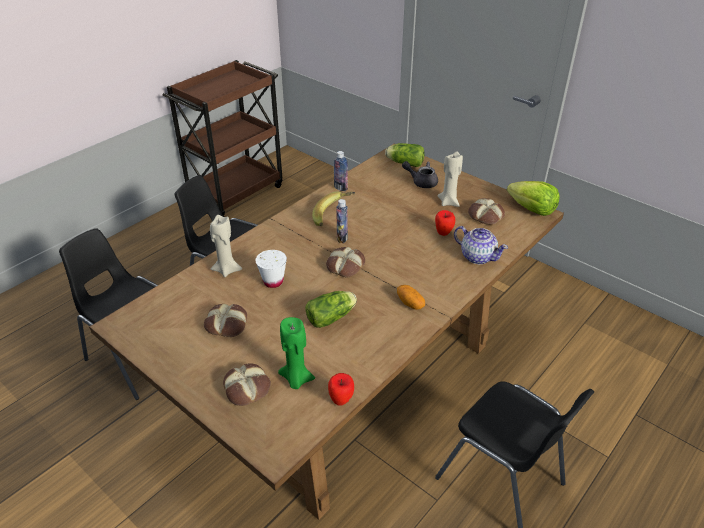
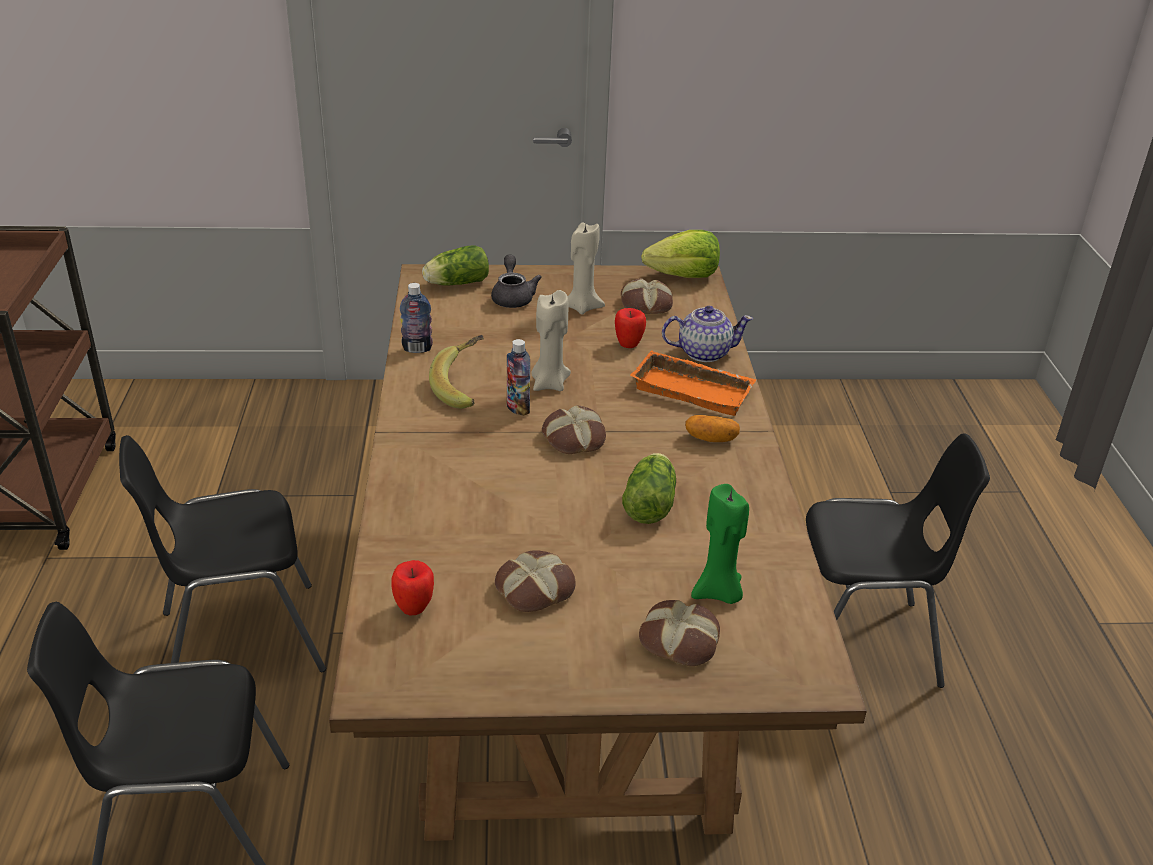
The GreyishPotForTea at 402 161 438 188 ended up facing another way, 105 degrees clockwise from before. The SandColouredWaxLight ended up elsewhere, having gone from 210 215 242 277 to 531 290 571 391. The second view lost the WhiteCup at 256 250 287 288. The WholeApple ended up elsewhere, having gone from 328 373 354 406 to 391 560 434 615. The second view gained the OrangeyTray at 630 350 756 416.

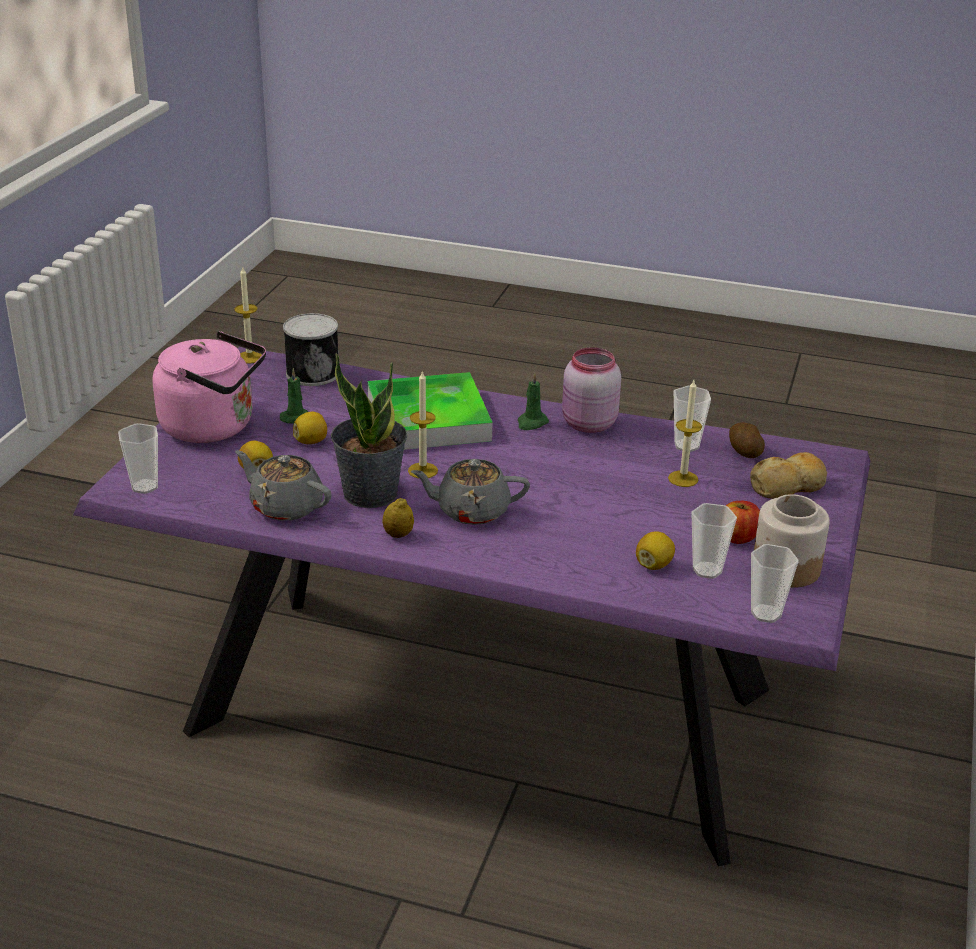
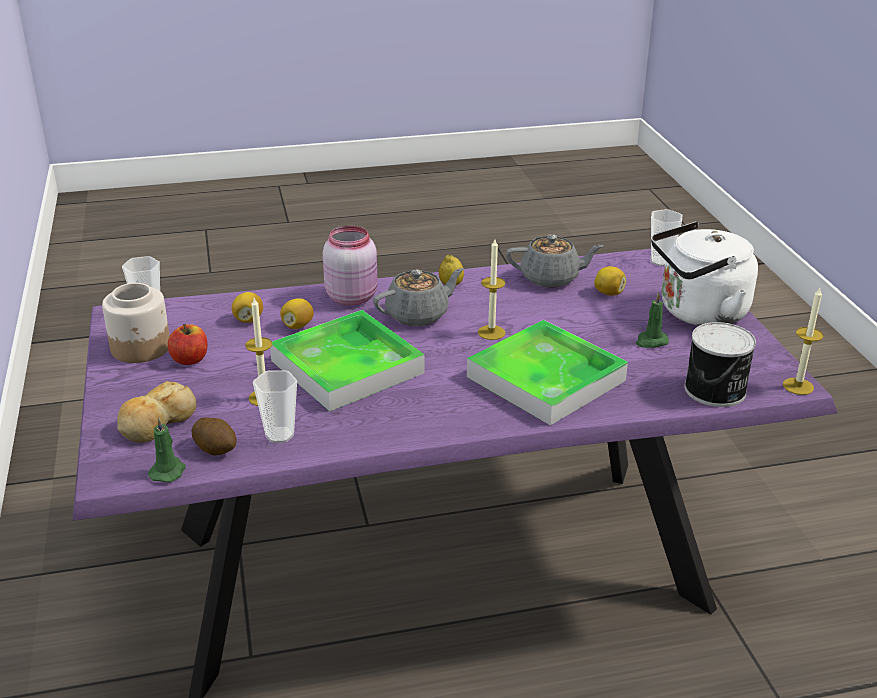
What was the PinkColouredTeaKettle at 153 331 266 443 turned into the WhiteTeaKettle at 651 222 758 326. The PinkColouredJar ended up elsewhere, having gone from 562 347 621 433 to 323 226 378 305. The second view lost the Houseplant at 331 353 407 508. The GreenColouredWaxLight ended up elsewhere, having gone from 518 373 549 430 to 148 417 186 483. The WholeLemon ended up elsewhere, having gone from 293 412 327 444 to 280 298 314 329. The second view lost the Cup at 692 503 737 579. The second view gained the Tray at 270 310 425 411.

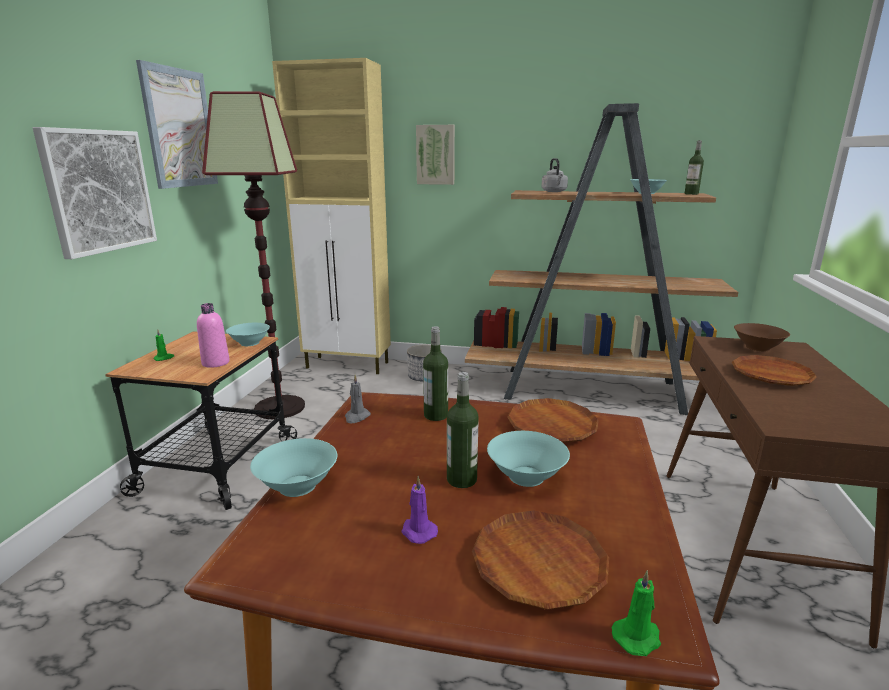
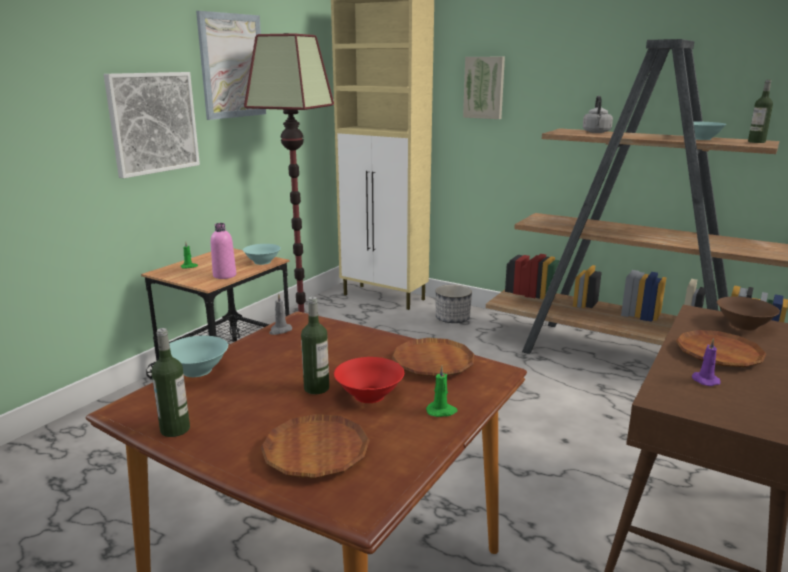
The Bottle ended up elsewhere, having gone from 423 326 448 421 to 152 328 190 437. What was the TurquoiseColouredServingBowl at 487 431 570 487 turned into the RedServingBowl at 334 357 404 403. The PurplishWaxLight ended up elsewhere, having gone from 401 476 438 544 to 692 338 721 386. The GreenColouredWaxLight ended up elsewhere, having gone from 612 570 661 656 to 426 366 457 417.

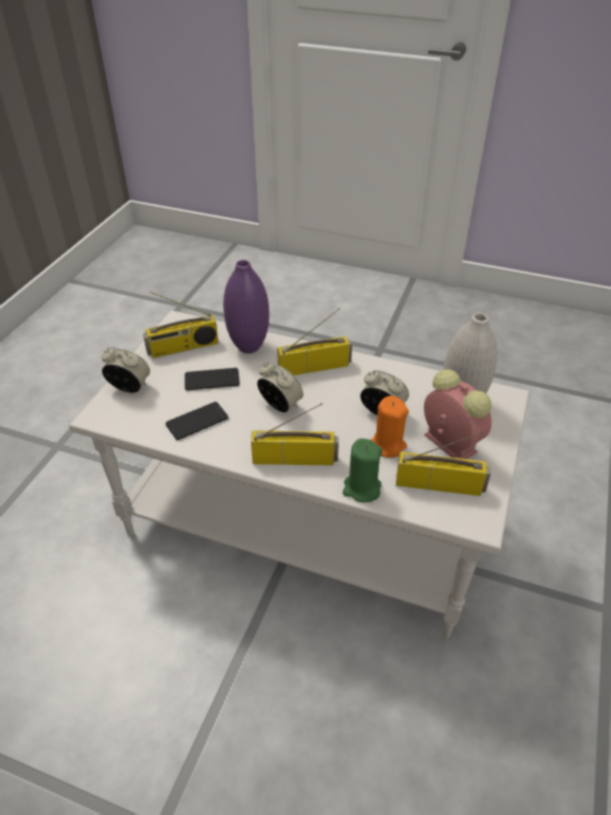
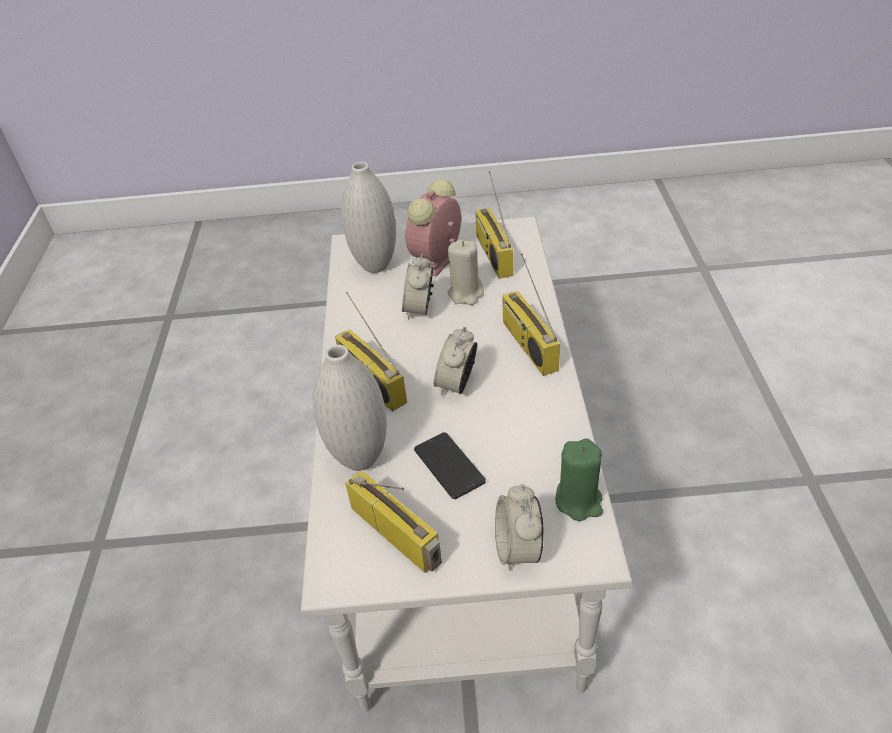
What was the PurplishVase at 223 260 269 354 turned into the WhiteVase at 313 345 387 471. What was the OrangeyWaxLight at 371 396 409 458 turned into the SandColouredWaxLight at 448 240 484 305. The second view lost the Telephone at 165 402 229 440. The GreenColouredWaxLight ended up elsewhere, having gone from 343 438 382 502 to 555 439 603 521.

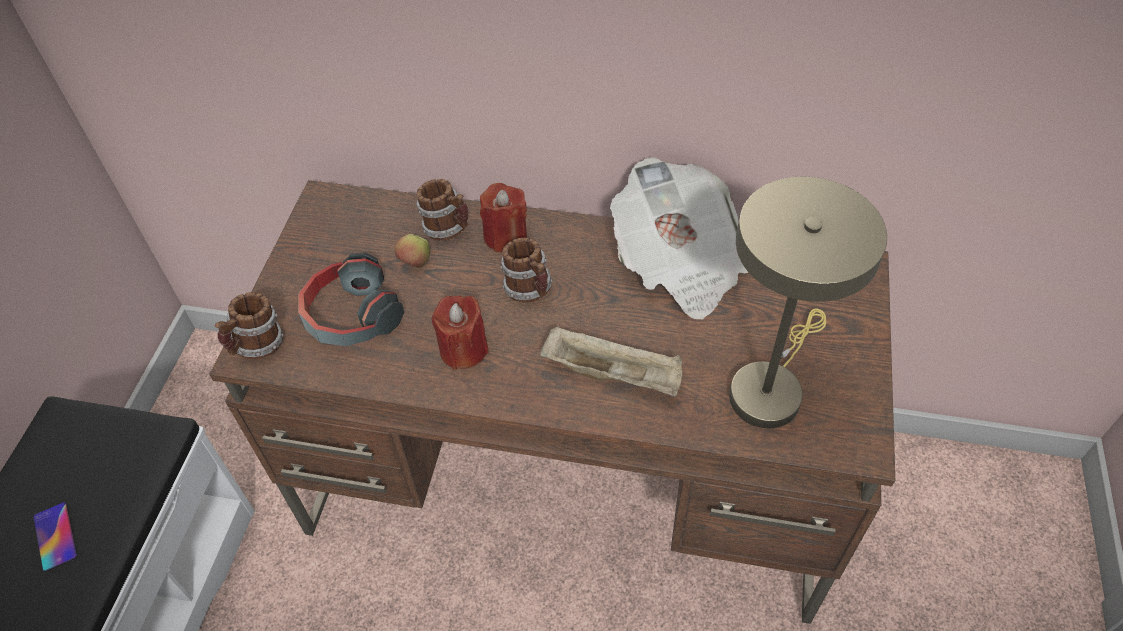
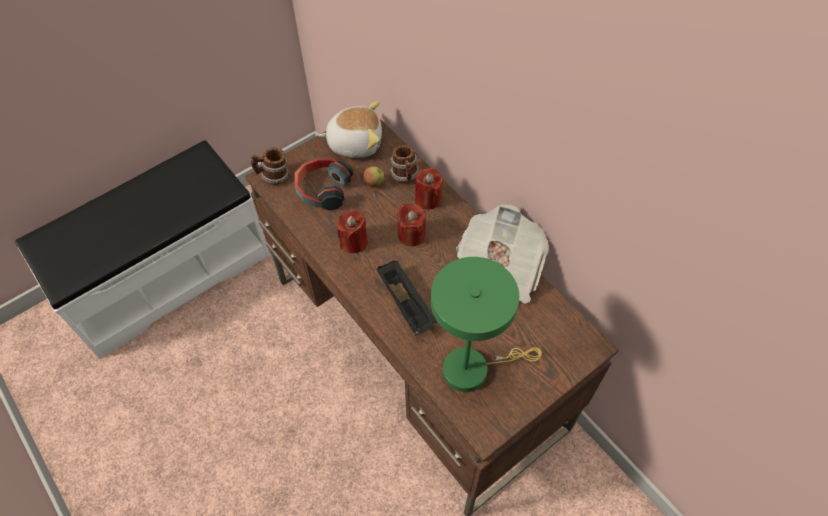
What was the SandColouredTableLamp at 729 177 887 428 turned into the GreenColouredTableLamp at 431 257 542 392. Where the TeaMug stood at 500 238 553 303, the RedWaxLight came to stand at 397 204 426 246. What was the SandColouredTray at 540 326 682 397 turned into the BlackColouredTray at 377 261 437 336. The second view lost the Telephone at 33 502 78 572. The second view gained the PlushToy at 318 101 382 158.

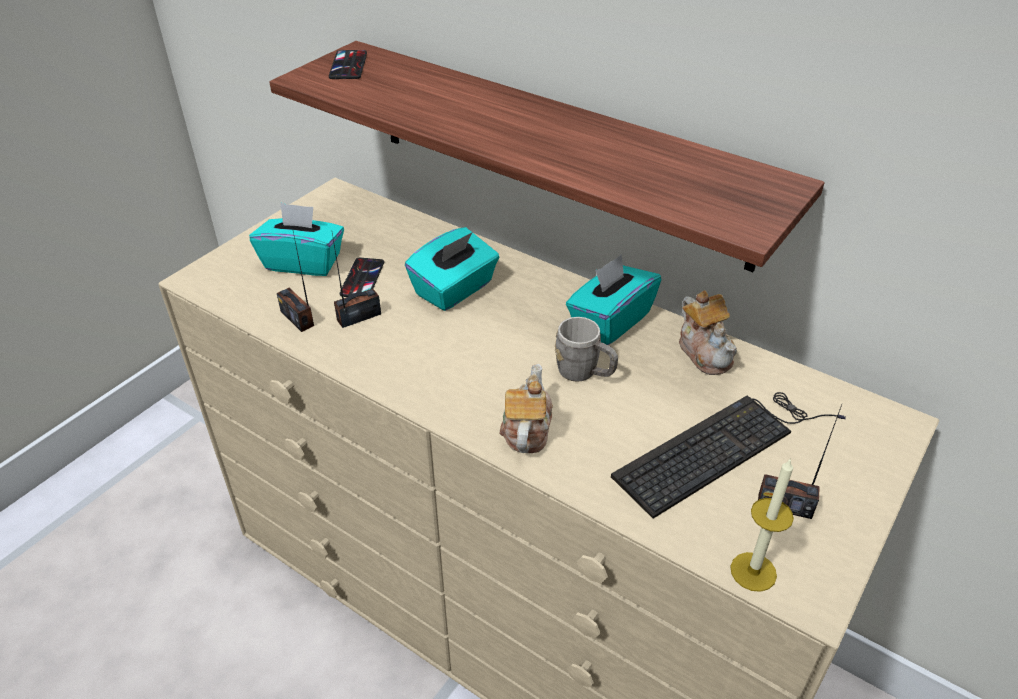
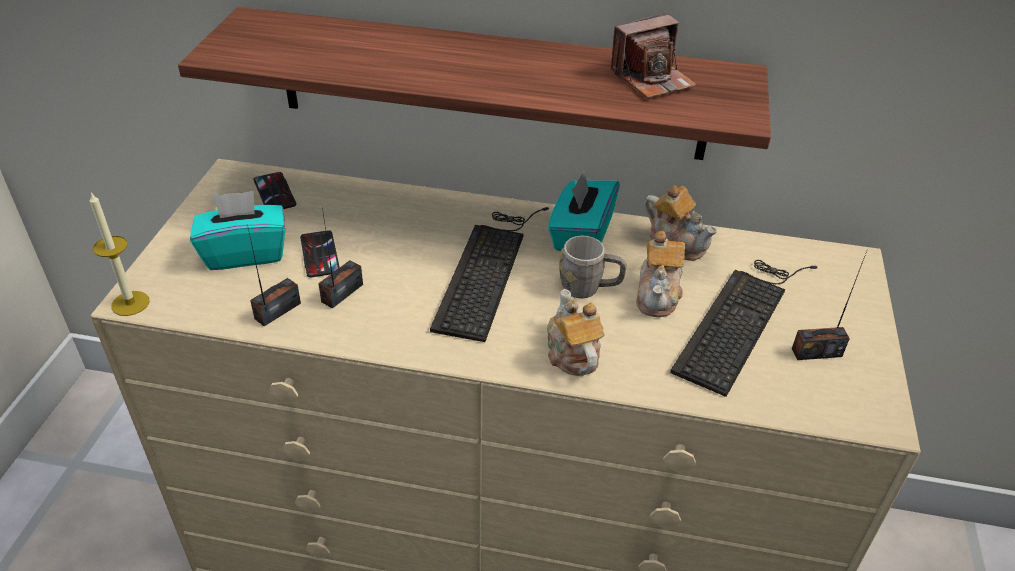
The Telephone ended up elsewhere, having gone from 329 50 367 79 to 253 172 296 209. The second view lost the TurquoiseColouredTissueBox at 405 227 499 311. The RadioReceiver at 277 228 314 332 ended up facing another way, 105 degrees clockwise from before. The WaxLight ended up elsewhere, having gone from 730 458 794 592 to 90 192 149 316. The second view gained the PhotoCamera at 610 13 697 98. The second view gained the Keyboard at 430 207 549 342. The second view gained the PotForTea at 636 231 685 317.

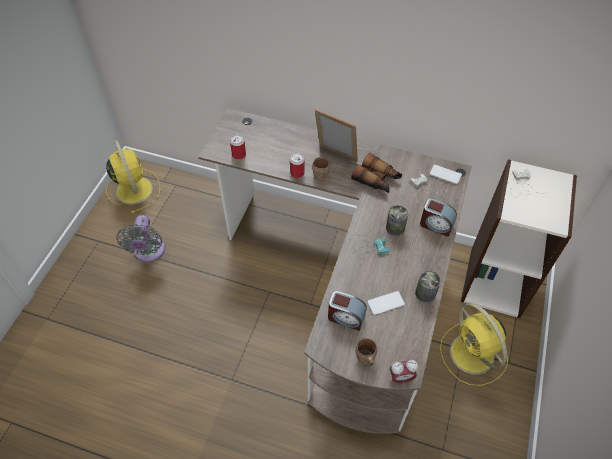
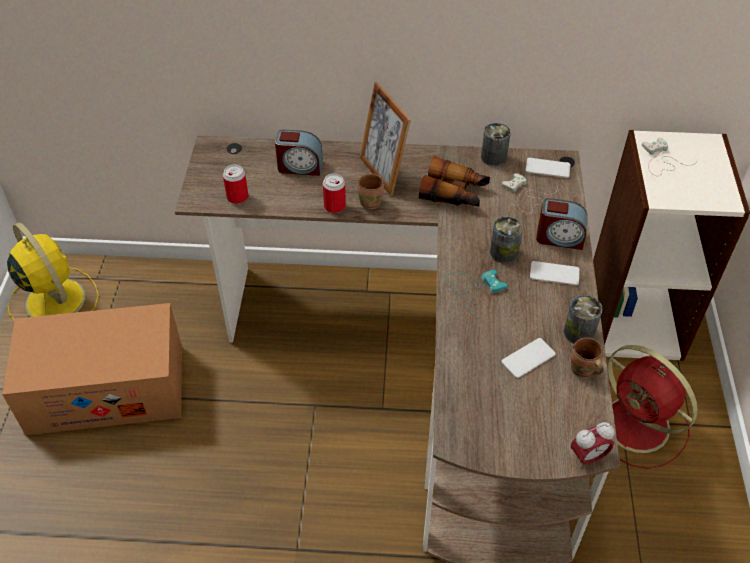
The PhotoFrame at 315 109 358 162 ended up facing another way, 135 degrees counterclockwise from before. Where the GreyishFan stood at 116 215 165 262, the Carton came to stand at 2 303 182 435. The BedsideClock ended up elsewhere, having gone from 328 291 367 331 to 275 130 323 176. What was the YellowColouredFan at 440 303 508 386 turned into the RedFan at 608 345 698 469. The BrownColouredTeaMug ended up elsewhere, having gone from 355 338 377 366 to 571 337 604 378. The second view gained the MetalCan at 481 123 511 167. The second view gained the Telephone at 530 261 580 285.

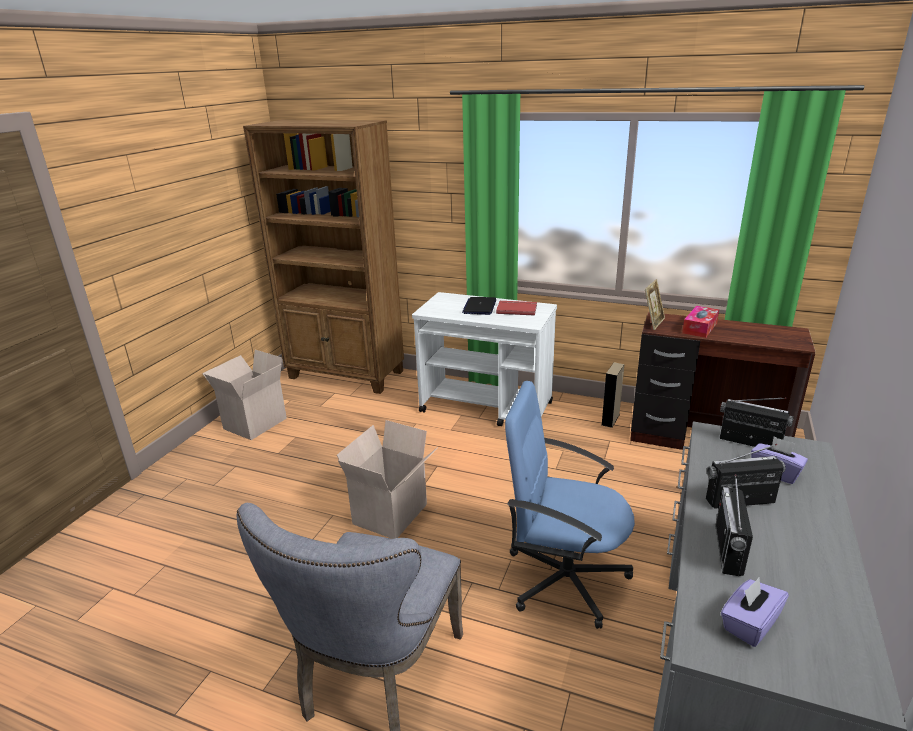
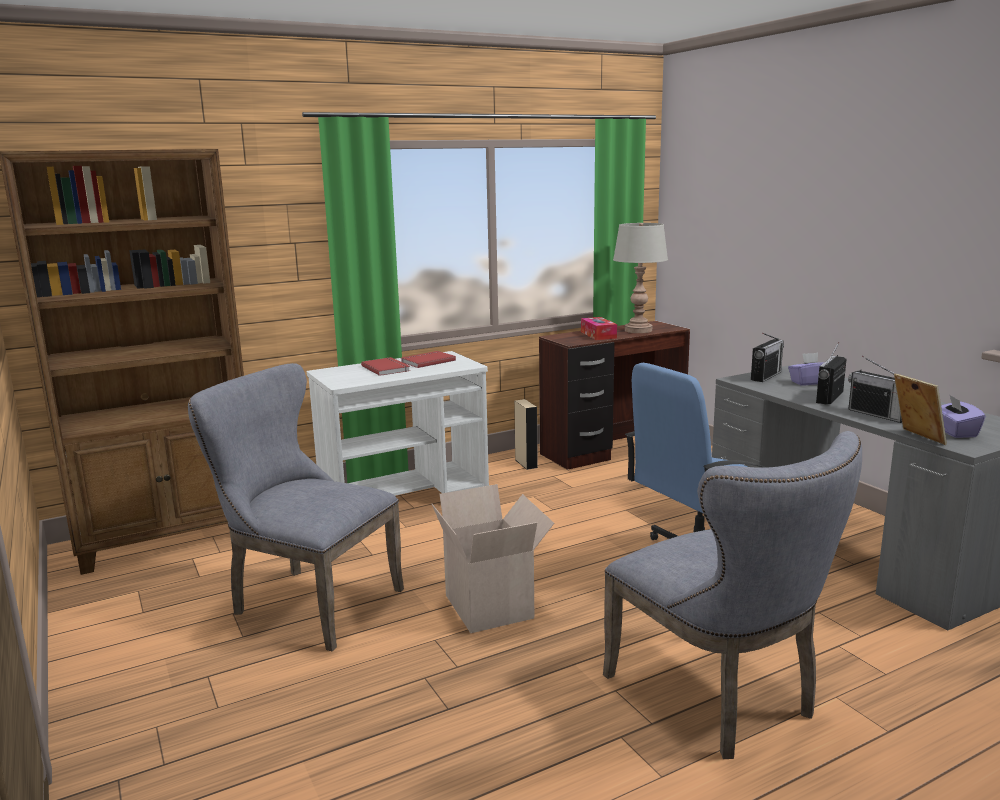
The PhotoFrame ended up elsewhere, having gone from 645 279 665 330 to 894 373 947 445. Where the NotebookComputer stood at 462 297 496 315, the RedBook came to stand at 361 357 410 376. The second view lost the Carton at 202 350 286 440. The RadioReceiver at 720 398 794 447 ended up facing another way, 150 degrees clockwise from before. The second view gained the GreyishTableLamp at 613 223 668 333. The second view gained the GreyishChair at 188 363 404 651.

